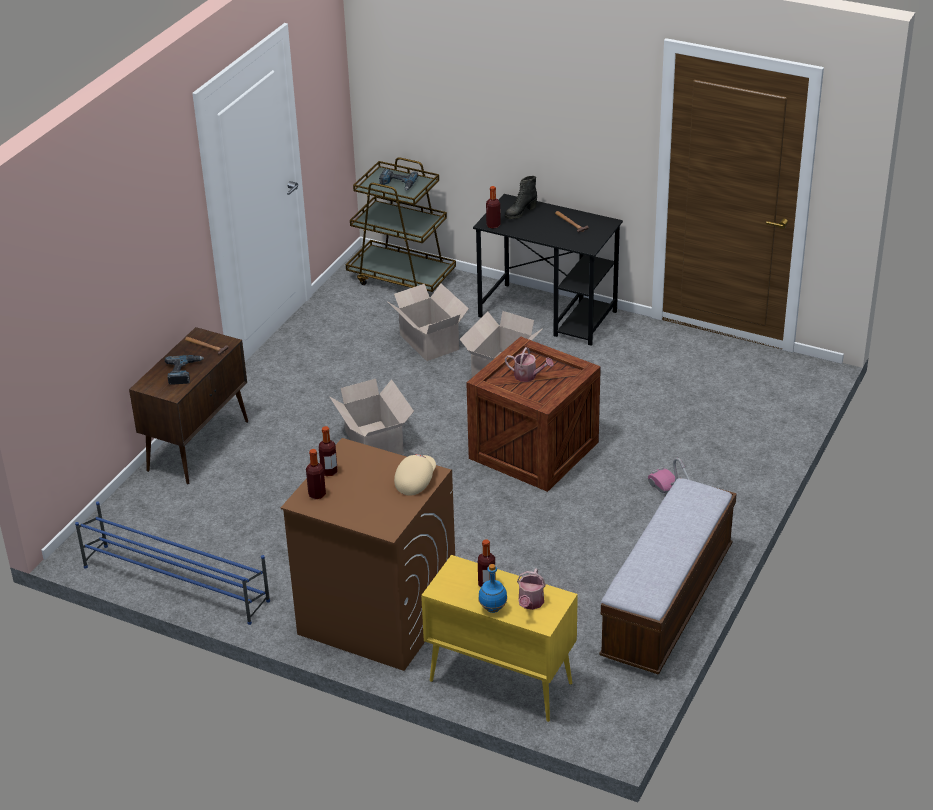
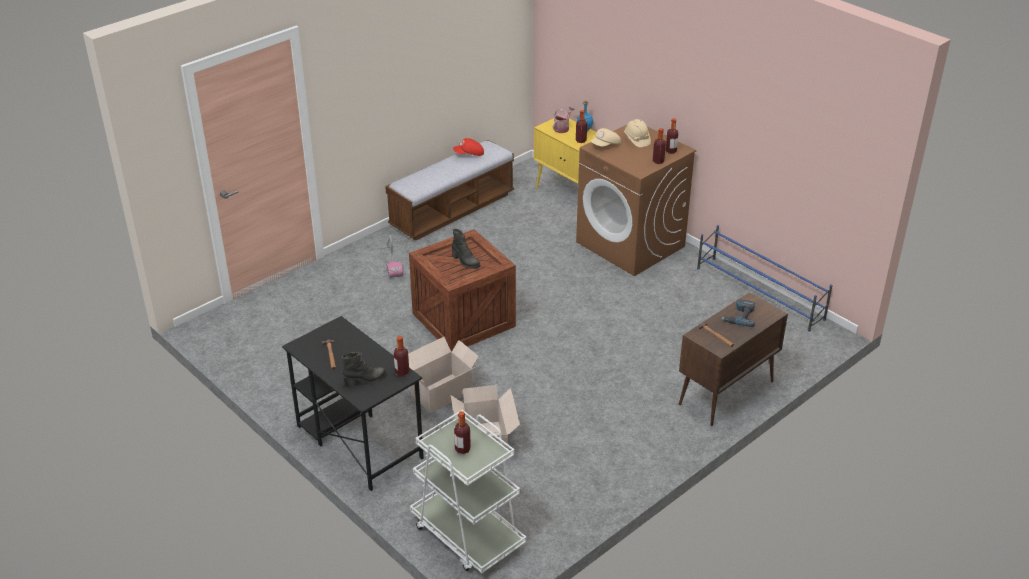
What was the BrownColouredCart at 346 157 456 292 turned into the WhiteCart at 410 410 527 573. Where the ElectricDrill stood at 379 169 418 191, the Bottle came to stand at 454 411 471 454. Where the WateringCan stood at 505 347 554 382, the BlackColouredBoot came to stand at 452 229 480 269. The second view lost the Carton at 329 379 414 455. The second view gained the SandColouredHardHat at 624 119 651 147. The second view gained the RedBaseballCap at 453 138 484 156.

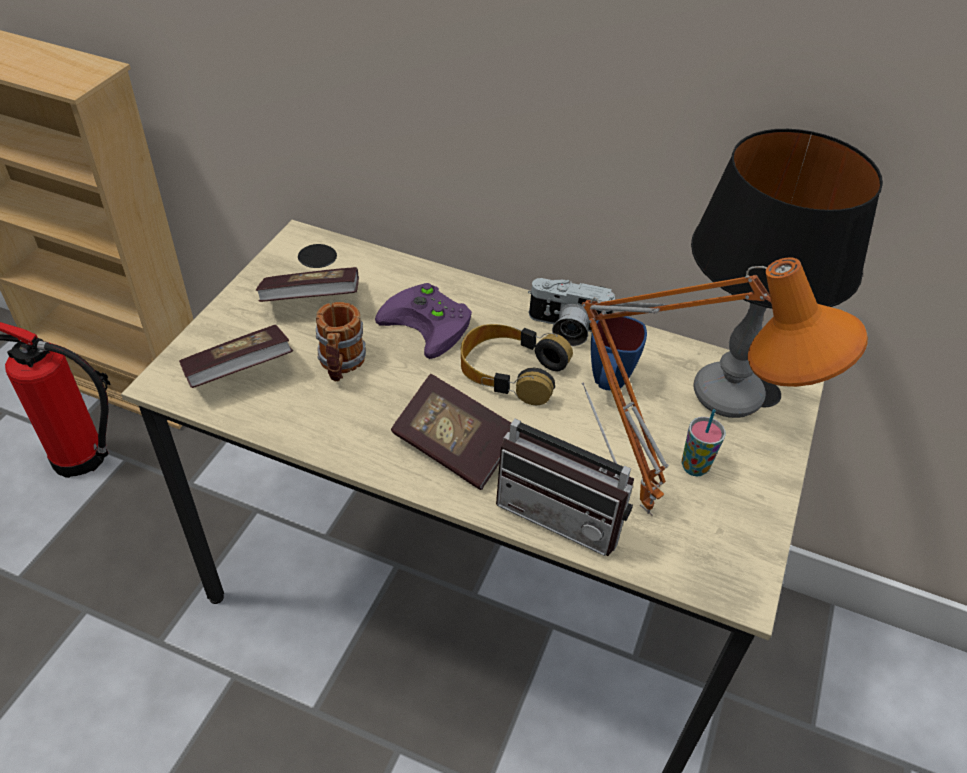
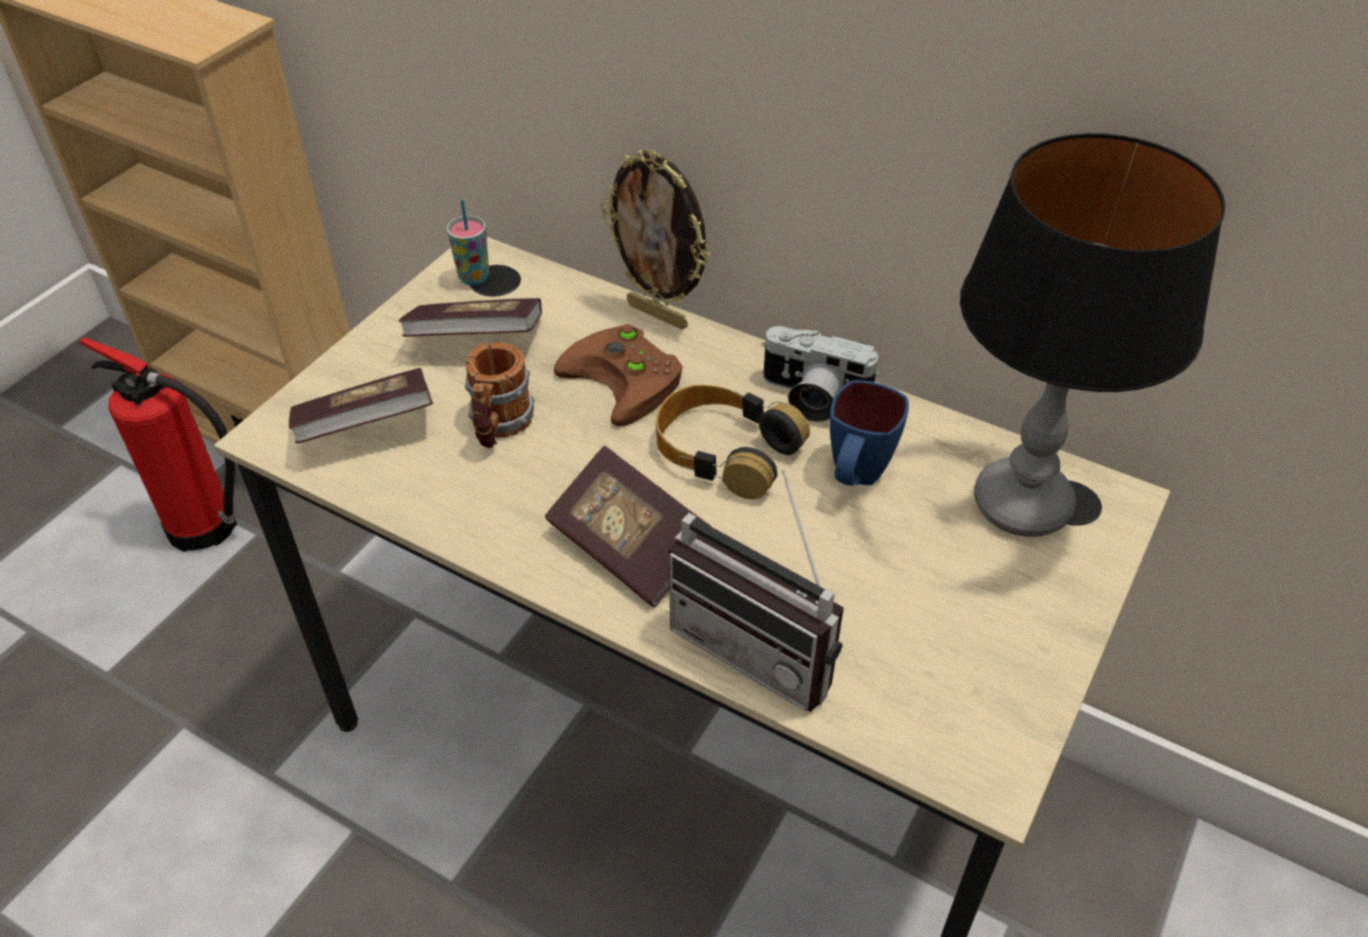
The second view lost the OrangeyTableLamp at 582 257 868 516. What was the PurplishGameController at 375 283 472 359 turned into the BrownColouredGameController at 554 324 683 427. The Cup ended up elsewhere, having gone from 682 409 726 476 to 447 199 489 286. The second view gained the PhotoFrame at 601 149 710 329.

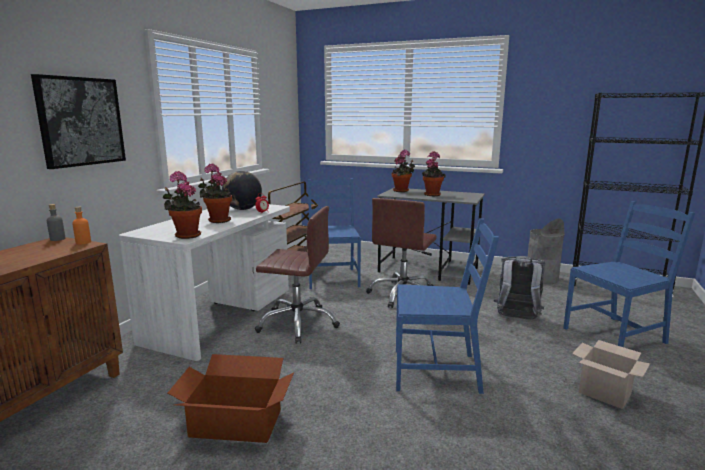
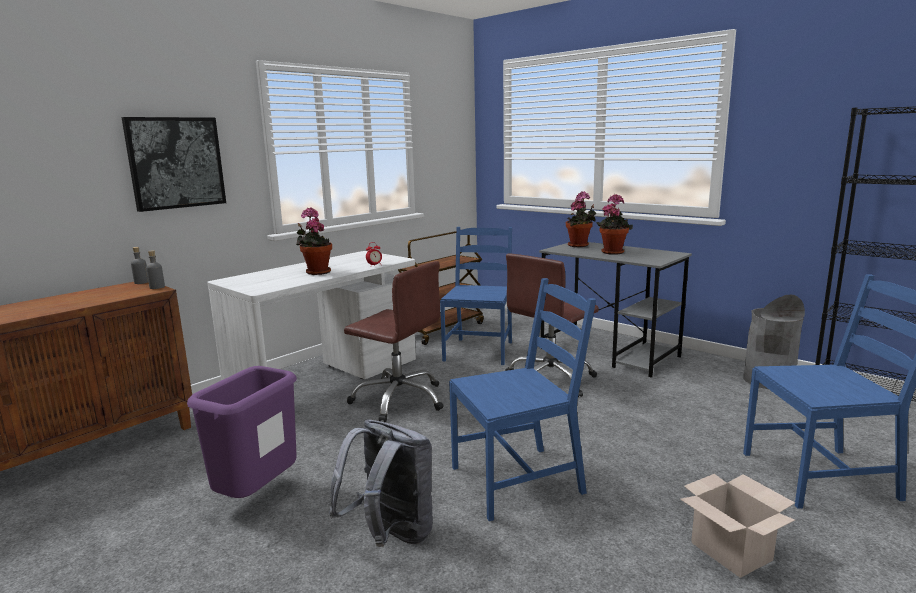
The second view lost the Houseplant at 162 171 202 239. The second view lost the WorldGlobe at 222 171 262 210. What was the OrangeyBottle at 72 206 91 244 turned into the GreyishBottle at 146 250 165 289. The BlueChair at 396 218 499 394 ended up facing another way, 45 degrees counterclockwise from before. The GreyishBackpack ended up elsewhere, having gone from 494 256 545 320 to 329 419 433 547. Where the Carton stood at 168 354 294 443, the PurplishWasteBin came to stand at 187 366 297 498.

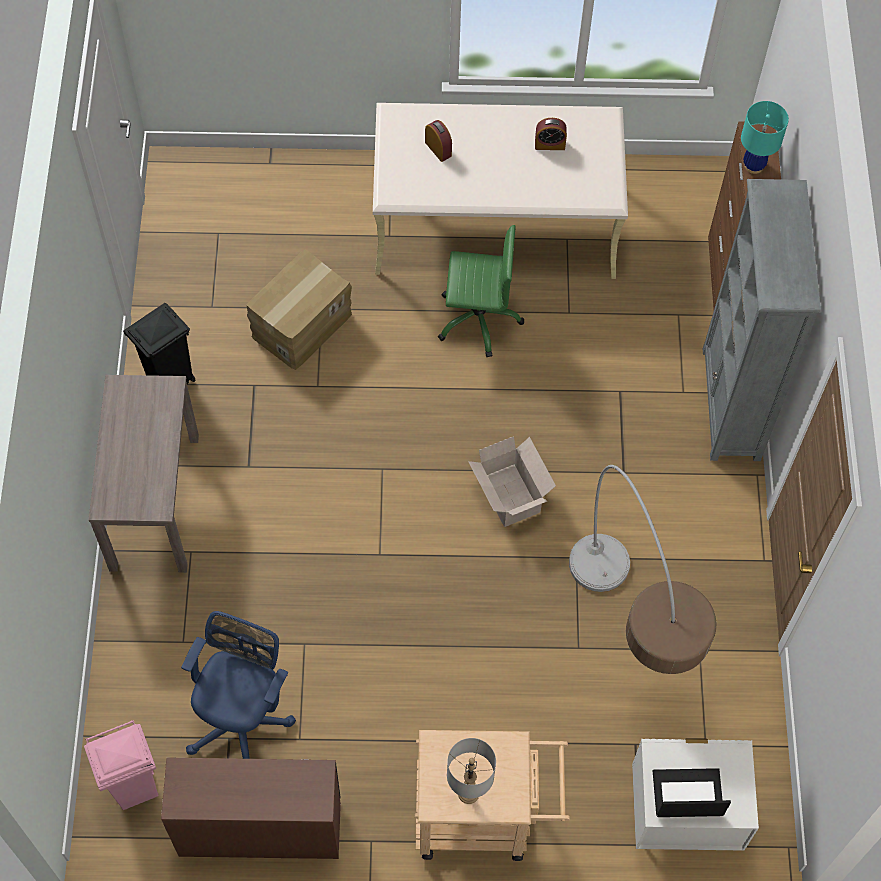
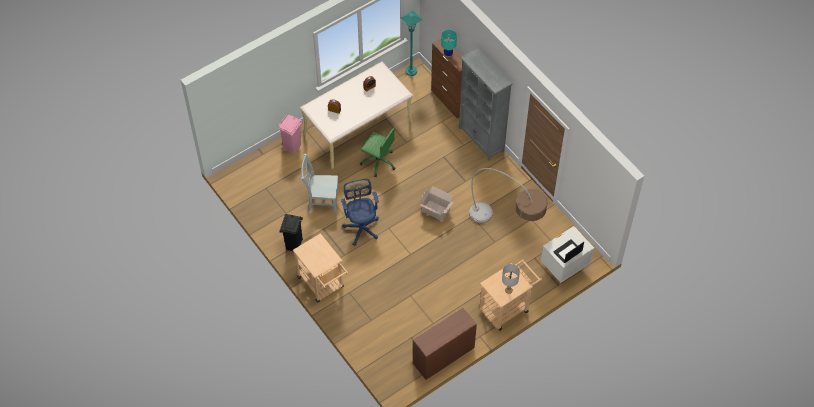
The GreenColouredOfficeChair at 438 225 524 357 ended up facing another way, 60 degrees clockwise from before. Where the Carton stood at 246 249 352 370, the GreyishChair came to stand at 301 154 339 212. Where the BrownColouredHallTable stood at 88 375 199 573, the SandColouredCart came to stand at 293 233 348 303. The BlueOfficeChair ended up elsewhere, having gone from 181 611 296 759 to 341 179 379 246. The PinkColouredWasteBin ended up elsewhere, having gone from 84 720 159 810 to 278 114 303 154. The second view gained the TurquoiseColouredStandingLamp at 401 10 423 76.

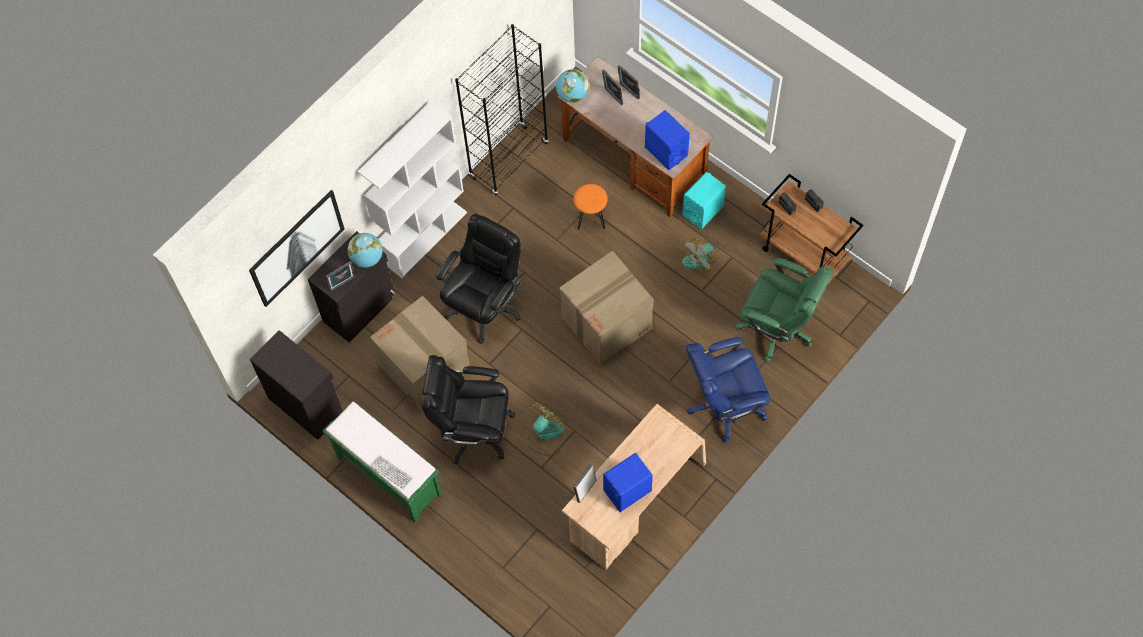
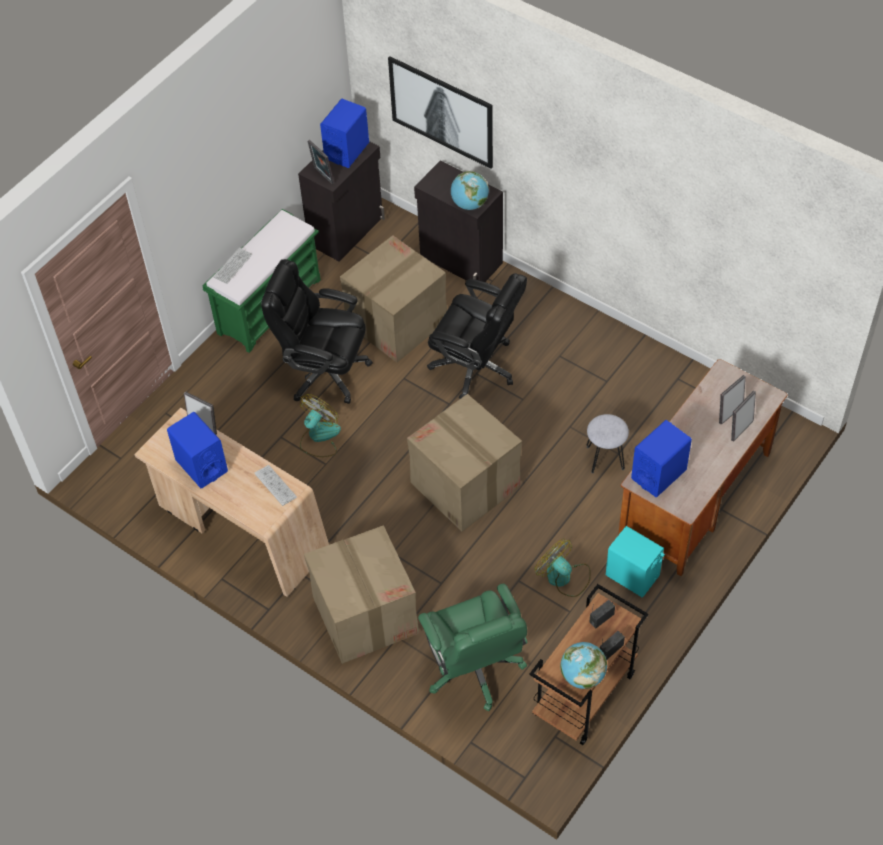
The second view lost the BlackColouredBookshelf at 455 24 549 196. The WorldGlobe ended up elsewhere, having gone from 556 69 589 103 to 560 642 607 689. The second view lost the WhiteBookshelf at 358 101 467 278. What was the OrangeyStool at 573 184 608 230 turned into the GreyishStool at 586 414 629 474. The GreenColouredOfficeChair at 735 258 834 362 ended up facing another way, 45 degrees counterclockwise from before. The PhotoFrame ended up elsewhere, having gone from 326 261 355 292 to 307 140 334 184. Where the BlueOfficeChair stood at 686 337 770 443, the Carton came to stand at 304 525 419 664. The BlackColouredOfficeChair at 422 355 515 464 ended up facing another way, 75 degrees counterclockwise from before. The Fan at 528 402 565 456 ended up facing another way, 90 degrees counterclockwise from before. The second view gained the BlueLoudspeaker at 320 99 369 168. The second view gained the Keyboard at 254 465 297 506.

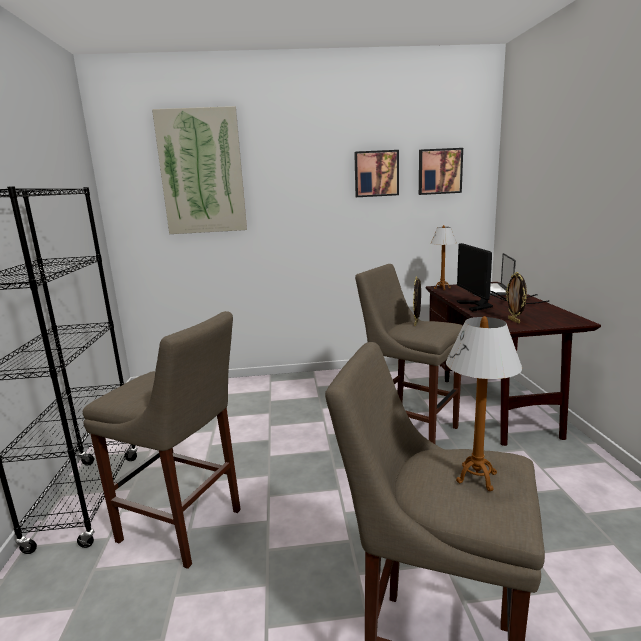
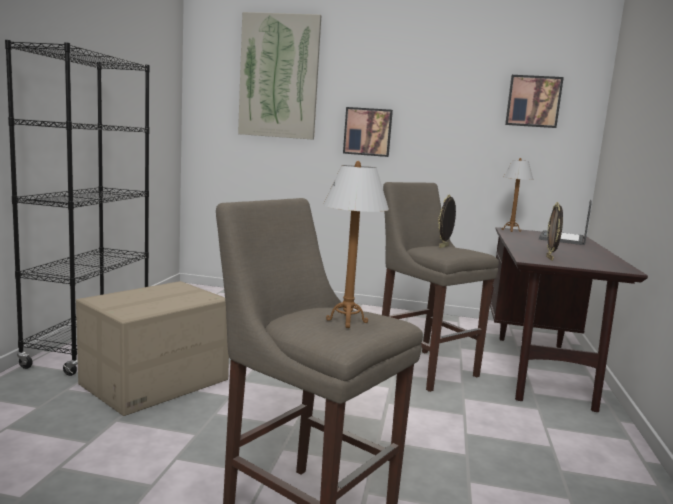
The WallArt ended up elsewhere, having gone from 354 150 399 197 to 343 107 393 157. The second view lost the ComputerDisplay at 457 243 549 311. Where the SandColouredStool stood at 83 311 241 569, the Carton came to stand at 76 281 229 416.

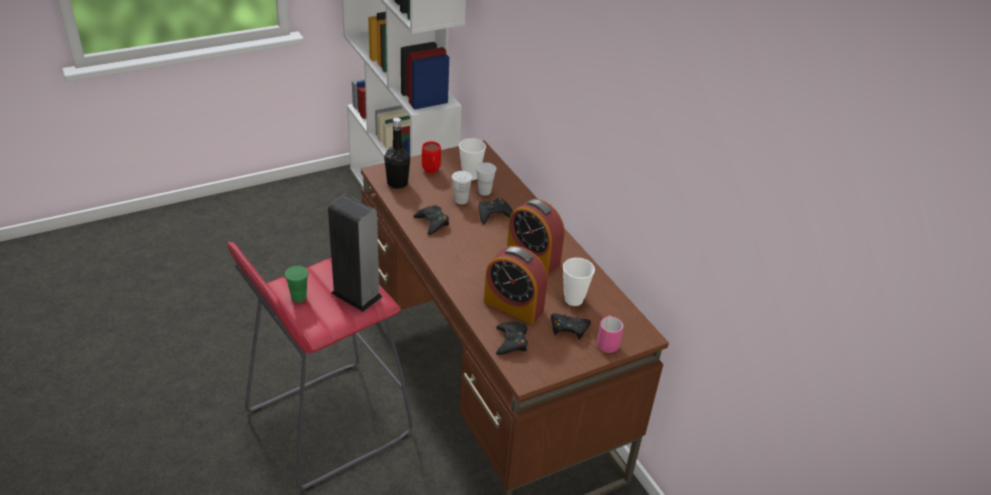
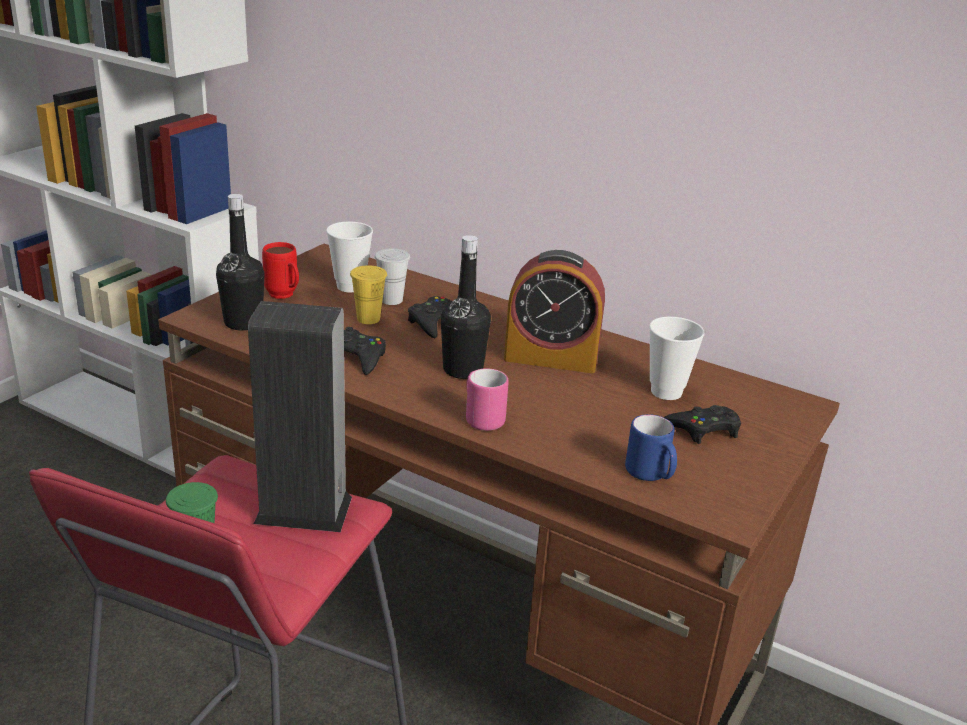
What was the WhiteCup at 452 171 473 204 turned into the YellowColouredCup at 350 265 387 324. The second view lost the BedsideClock at 484 246 548 324. The PinkColouredTeaMug ended up elsewhere, having gone from 597 316 624 353 to 466 368 509 431. Where the BlackColouredGameController stood at 496 322 528 355, the BlueTeaMug came to stand at 625 414 677 481. The second view gained the BlackColouredBottle at 441 235 491 379.

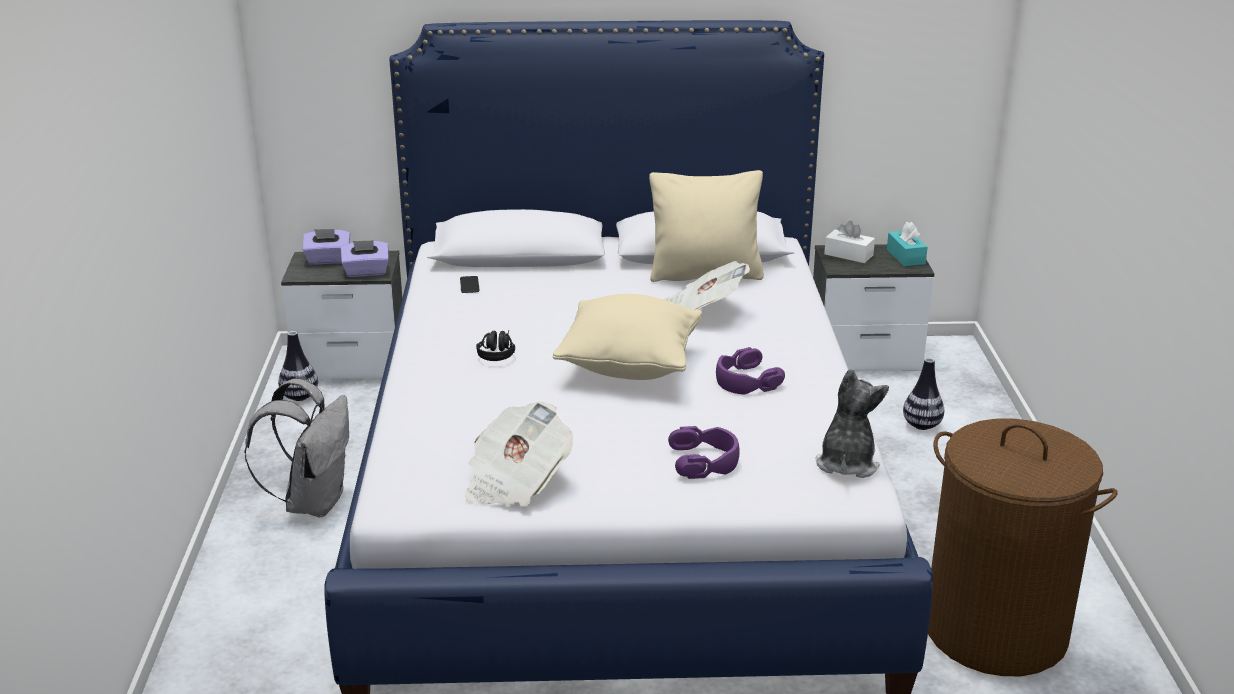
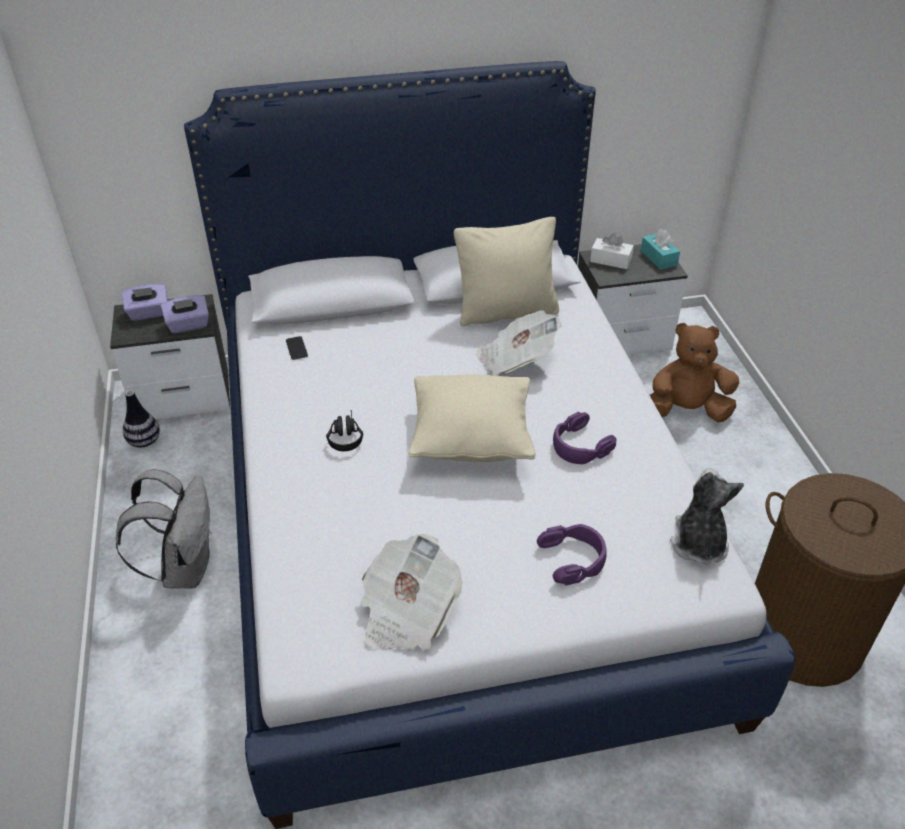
Where the Vase stood at 903 358 944 430, the BrownColouredPlushToy came to stand at 650 323 739 422.

